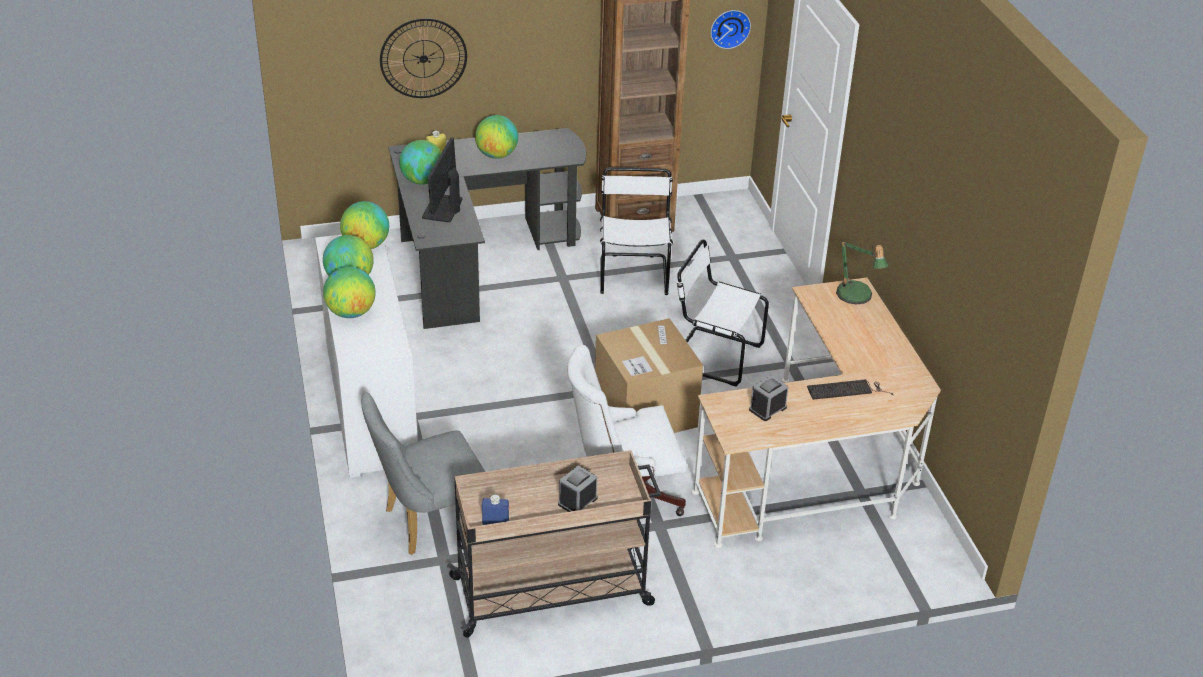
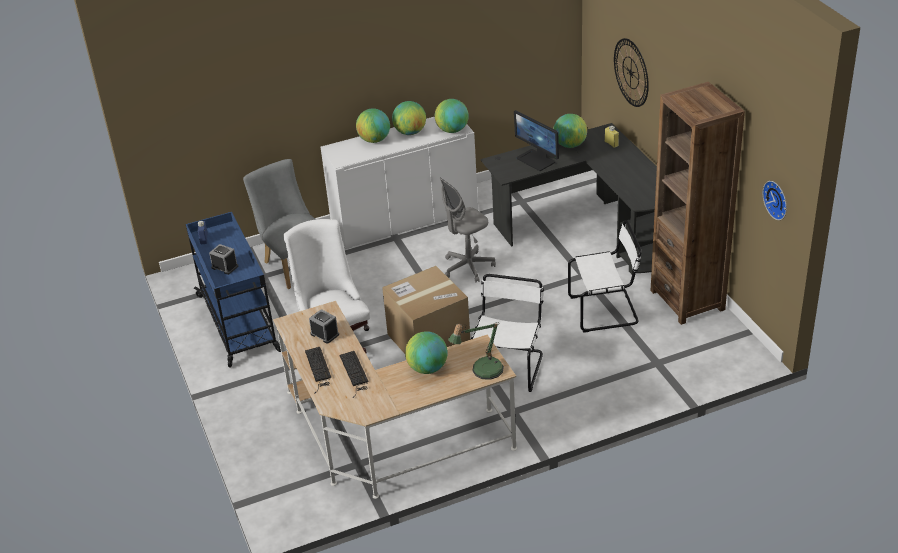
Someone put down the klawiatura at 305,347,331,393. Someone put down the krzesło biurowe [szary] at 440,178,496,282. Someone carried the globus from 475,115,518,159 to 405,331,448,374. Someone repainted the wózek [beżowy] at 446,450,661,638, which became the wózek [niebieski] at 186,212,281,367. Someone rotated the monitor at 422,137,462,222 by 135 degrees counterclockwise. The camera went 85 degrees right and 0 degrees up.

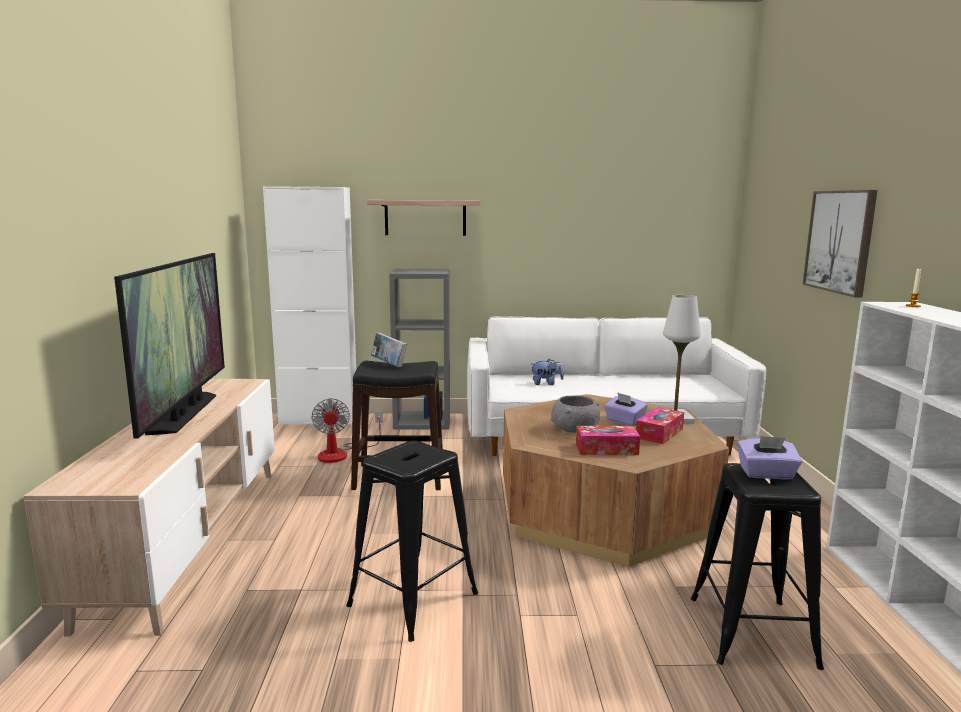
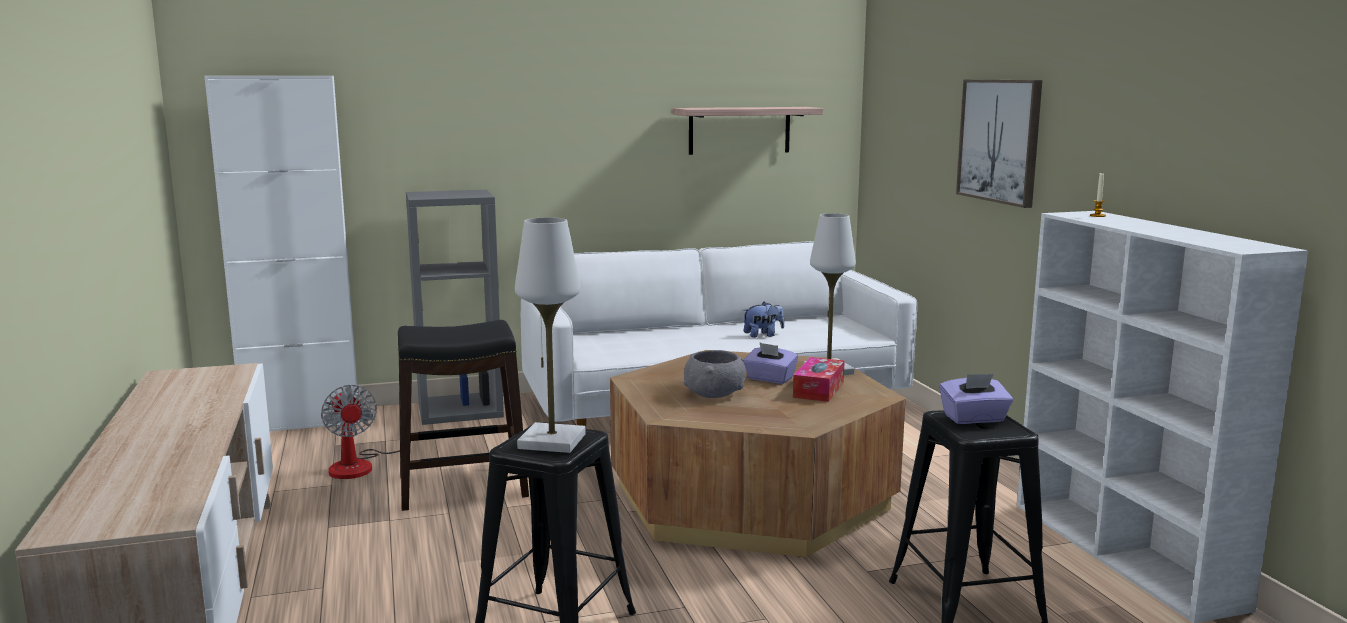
Someone took away the telewizor at 114,253,225,438. Someone took away the książka at 371,333,408,367. Someone took away the pudełko chusteczek at 576,426,640,455. Someone put down the lampa stołowa [biały] at 515,217,586,453. Someone carried the półka from 367,200,480,236 to 672,107,824,155. Someone carried the pluszak from 531,359,564,385 to 743,302,784,338. The camera went 15 degrees left and 0 degrees up.

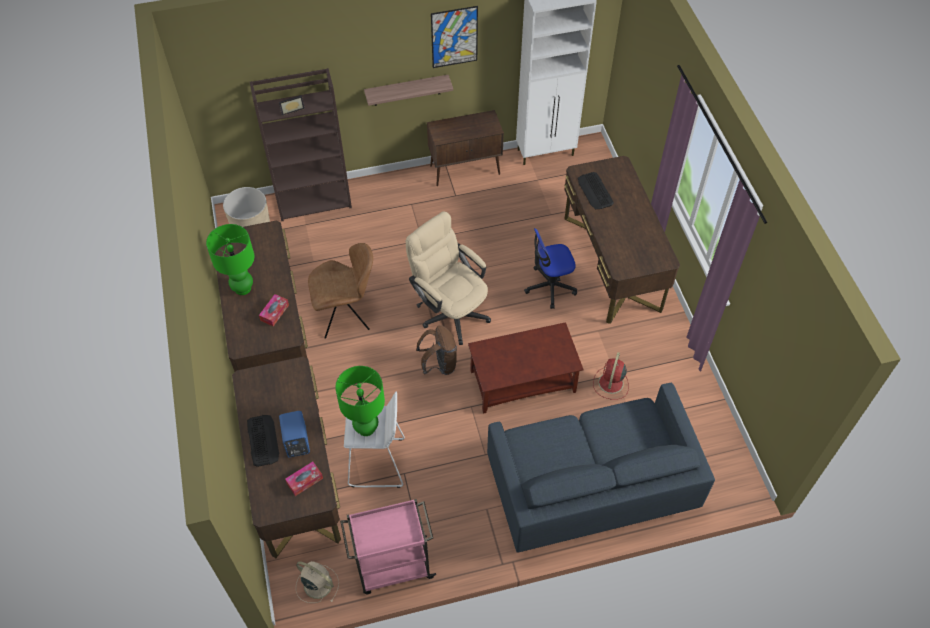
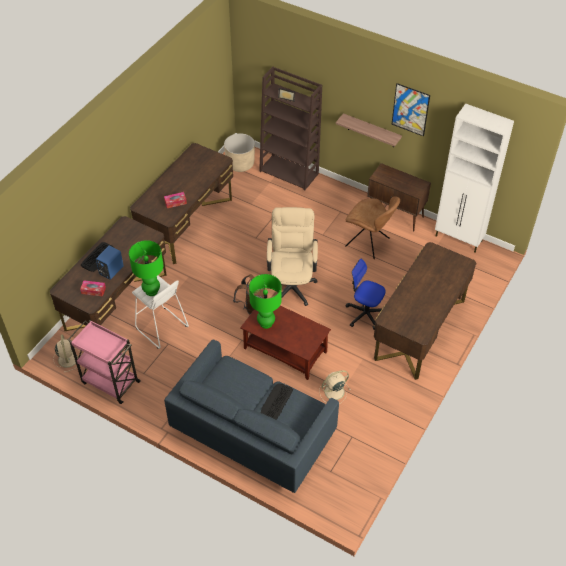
Someone carried the lampa stołowa [zielony] from 206,224,255,295 to 249,274,282,329. Someone carried the krzesło [brązowy] from 308,243,373,339 to 345,196,400,259. Someone carried the klawiatura from 578,172,614,209 to 261,383,293,420. Someone repainted the wentylator [czerwony] at 593,352,629,400, which became the wentylator [beżowy] at 319,370,351,404. The camera went 45 degrees right and 5 degrees down.

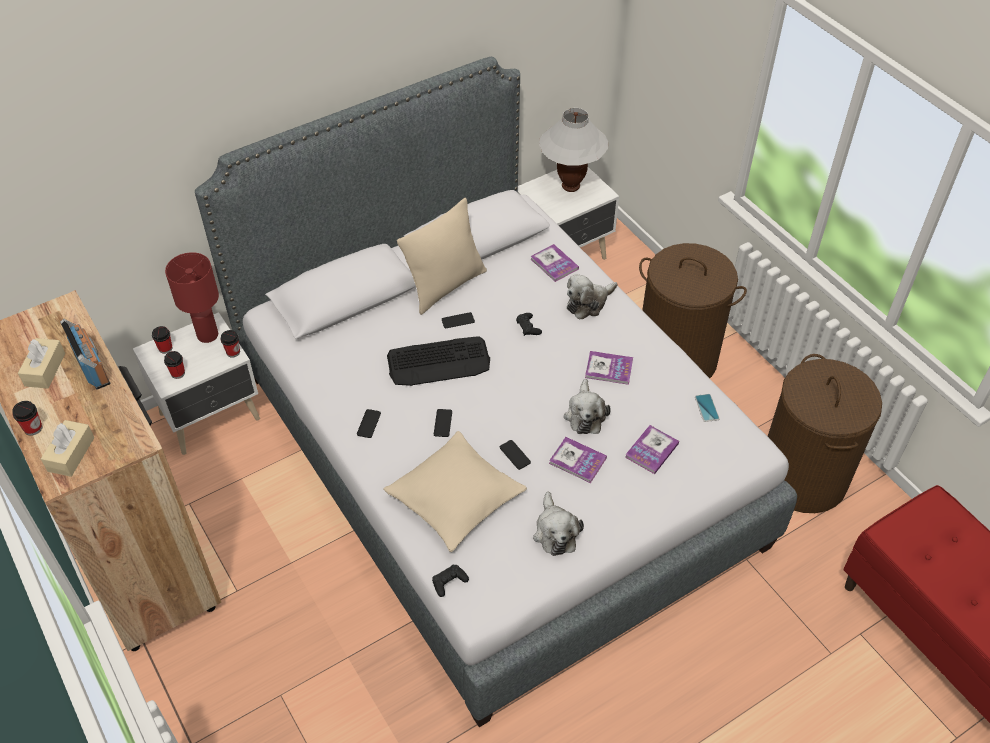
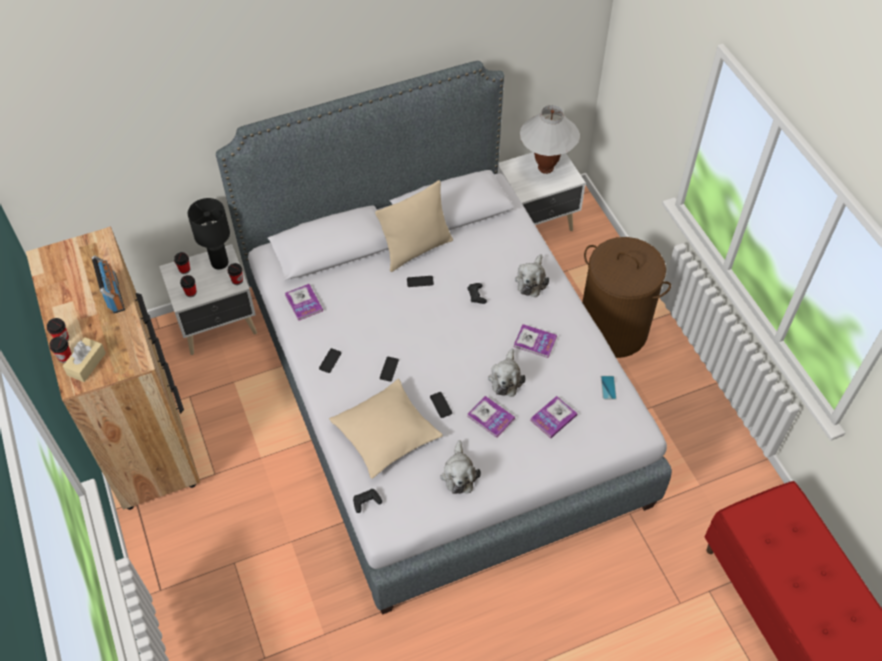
Someone took away the pudełko chusteczek [beżowy] at 18,338,65,389. Someone took away the klawiatura at 387,336,490,386. Someone took away the kosz na pranie [brązowy] at 768,354,882,513. Someone put down the filiżanka at 50,336,72,363. Someone carried the książka from 531,244,579,282 to 285,284,323,321. Someone repainted the lampa stołowa [czerwony] at 165,252,219,343, which became the lampa stołowa [czarny] at 188,198,230,270. Someone rotated the pluszak at 567,274,617,320 by 45 degrees counterclockwise. The camera went 10 degrees right and 5 degrees up.

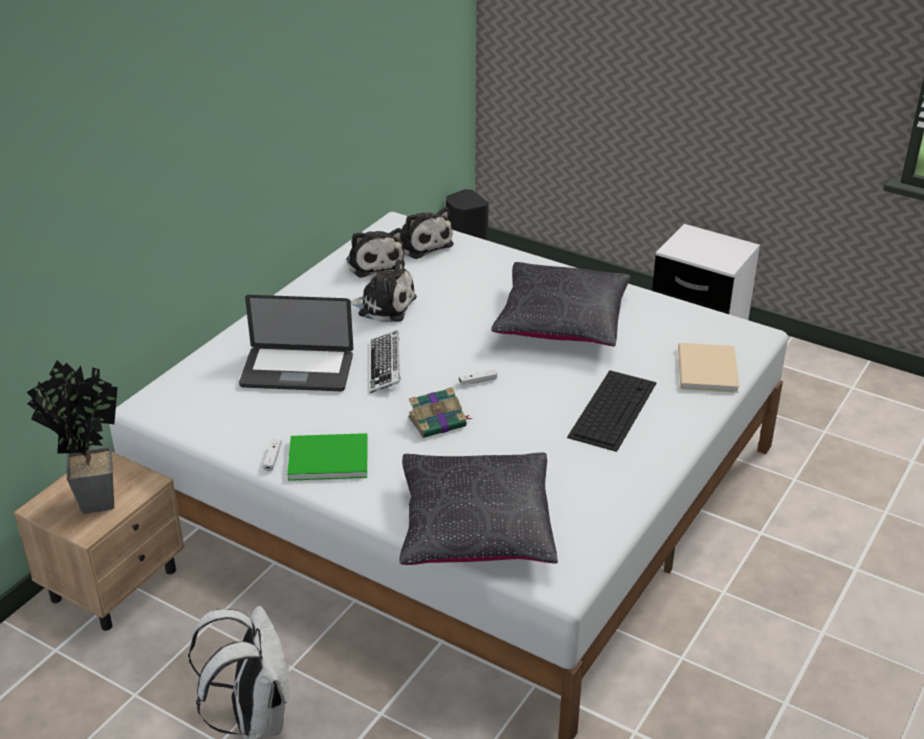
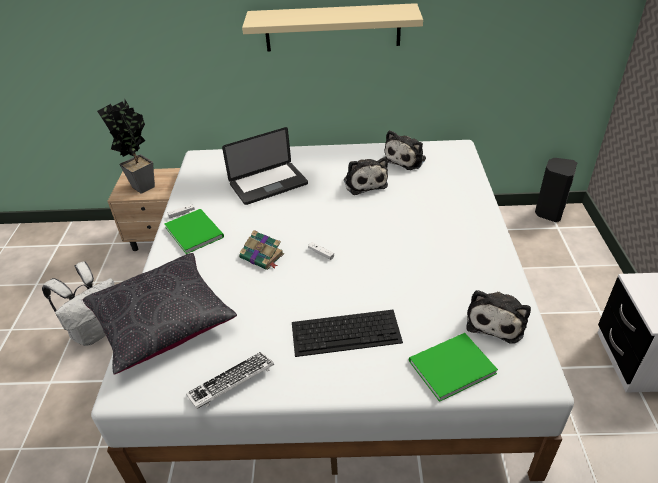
Someone took away the poduszka [czarny] at 491,262,630,346. Someone put up the półka [beżowy] at 242,3,423,52. Someone carried the klawiatura from 370,330,401,393 to 186,352,274,409. Someone carried the pluszak from 402,207,454,259 to 466,290,531,344. Someone repainted the książka [beżowy] at 678,343,739,393, which became the książka [zielony] at 409,333,498,402. Someone rotated the laptop at 239,295,353,391 by 90 degrees counterclockwise. The camera went 60 degrees right and 5 degrees up.

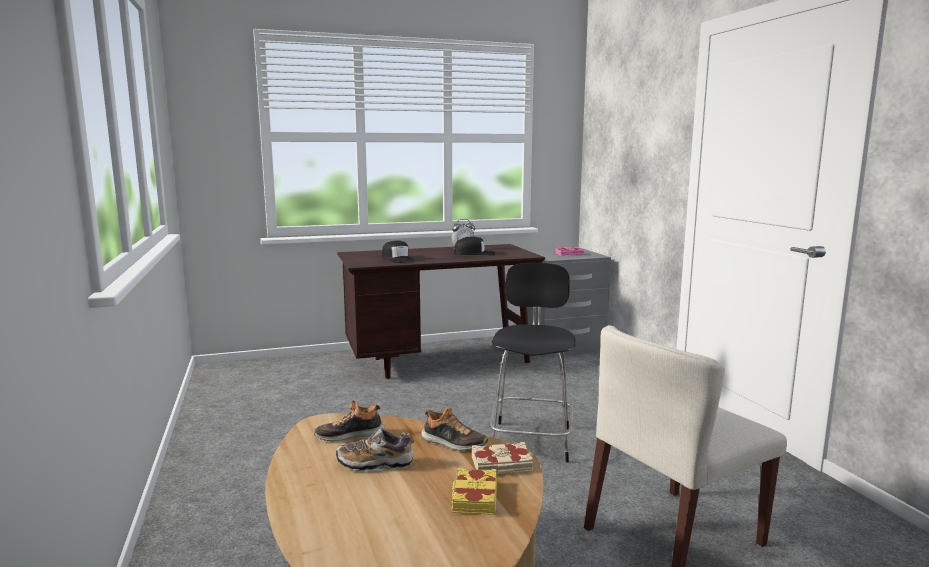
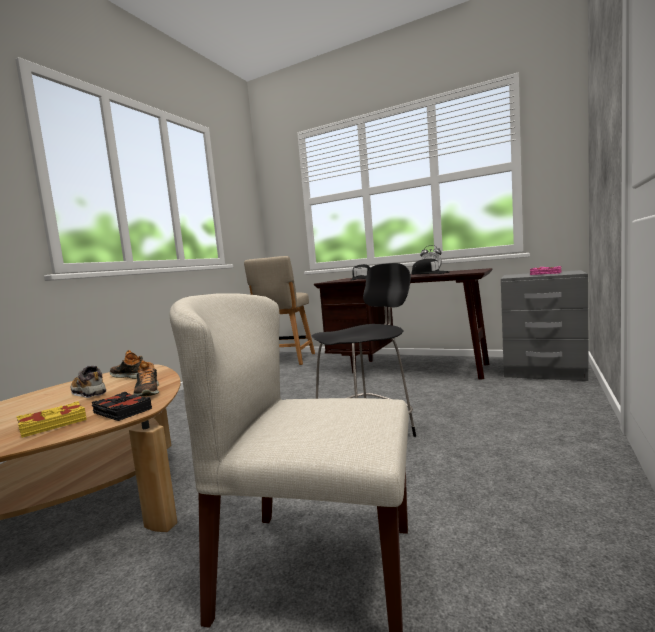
Someone put down the krzesło [beżowy] at 244,256,315,365. Someone repainted the książka [beżowy] at 472,442,533,474, which became the książka [czarny] at 92,392,152,421. The camera went 45 degrees right and 5 degrees down.

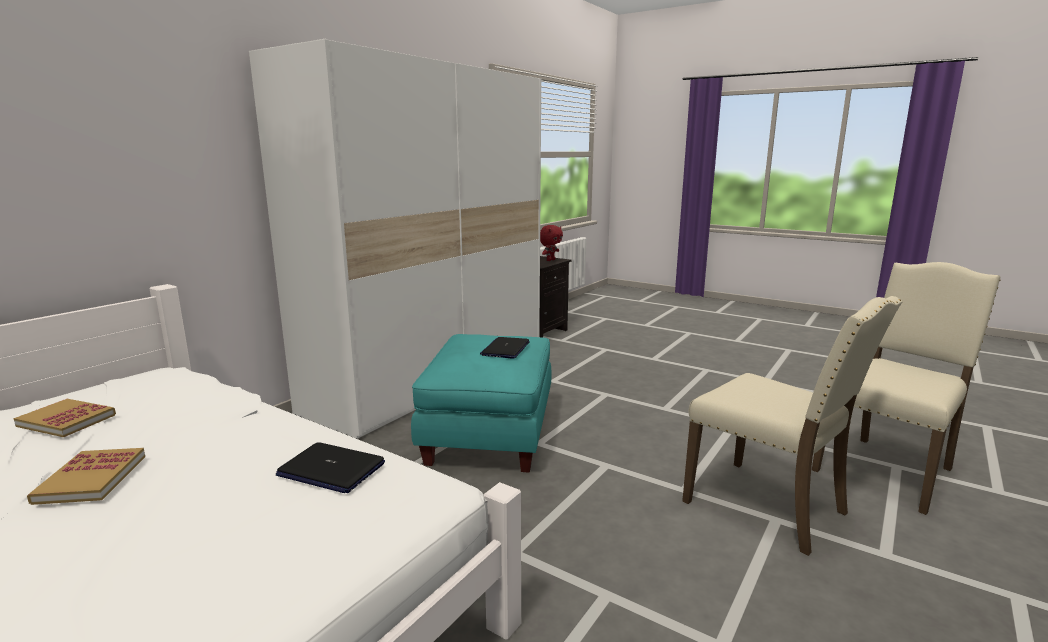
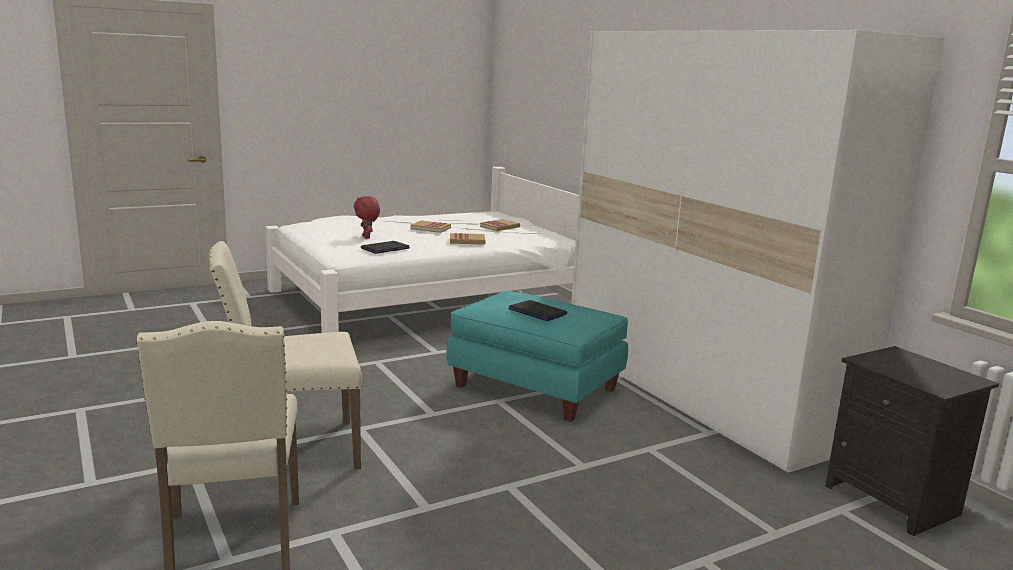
Someone put down the książka at 450,233,485,245. Someone carried the pluszak [czerwony] from 540,225,563,261 to 354,196,380,239. The camera went 115 degrees right and 0 degrees up.

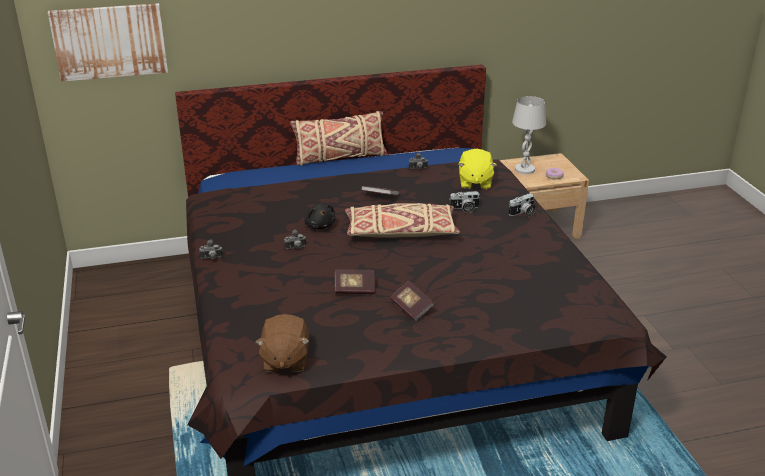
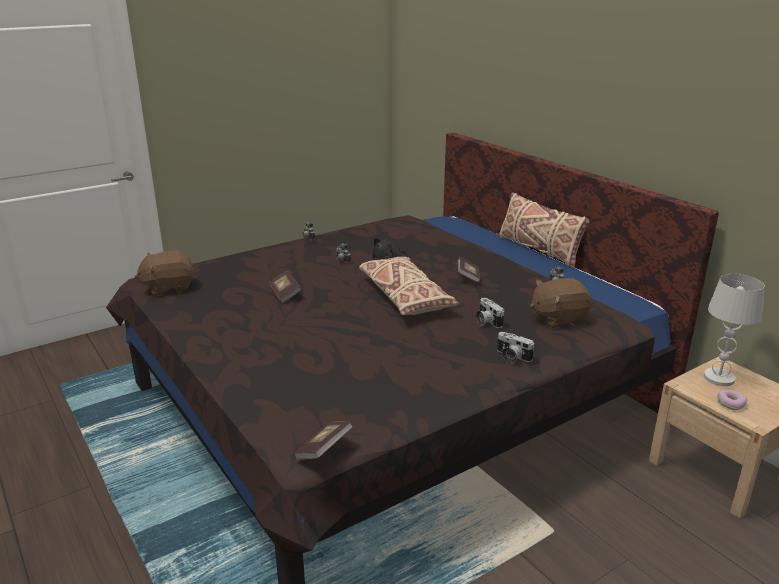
Someone took away the obraz at 48,3,168,82. Someone carried the książka from 390,281,434,321 to 294,421,354,459. Someone repainted the pluszak [żółty] at 458,149,497,189, which became the pluszak [brązowy] at 530,278,592,329. The camera went 70 degrees right and 5 degrees down.

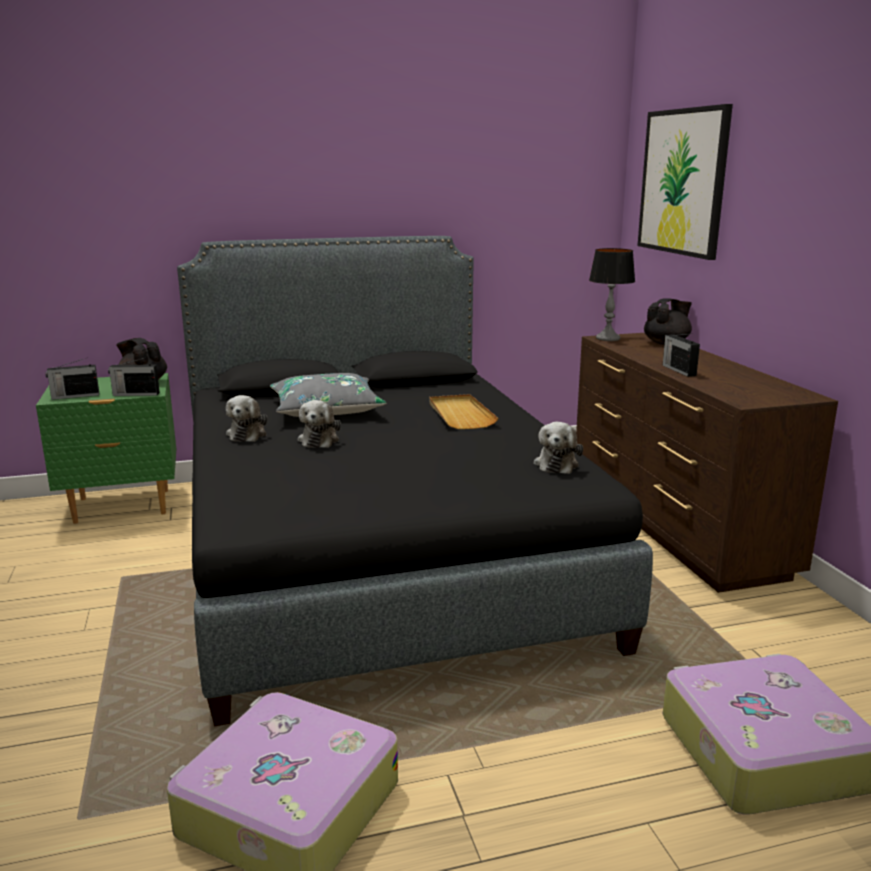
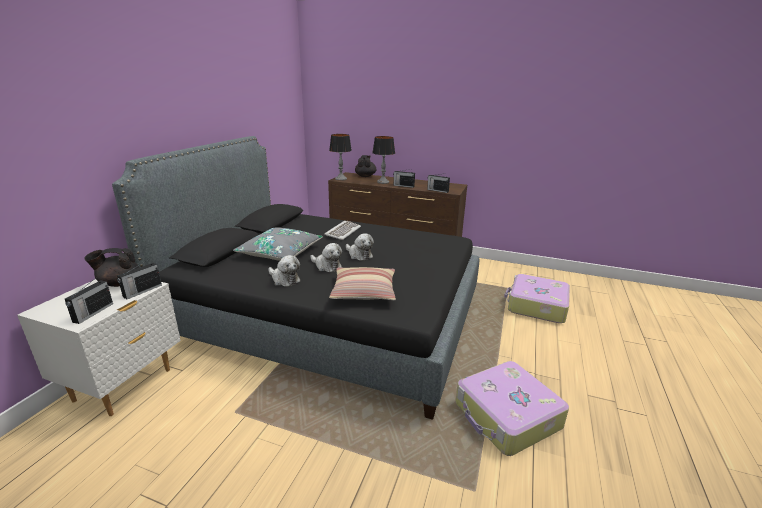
Someone took away the obraz at 637,104,733,260. Someone put down the poduszka at 329,267,396,300. Someone put down the lampa stołowa at 372,136,395,184. Someone put down the radio at 427,173,450,193. Someone carried the pluszak from 534,422,583,474 to 346,233,374,261. Someone swapped the taca [beżowy] at 429,394,498,429 for the klawiatura at 324,221,361,240. Someone repainted the szafka nocna [zielony] at 36,373,176,524, which became the szafka nocna [biały] at 17,279,181,416. The camera went 55 degrees left and 5 degrees up.

